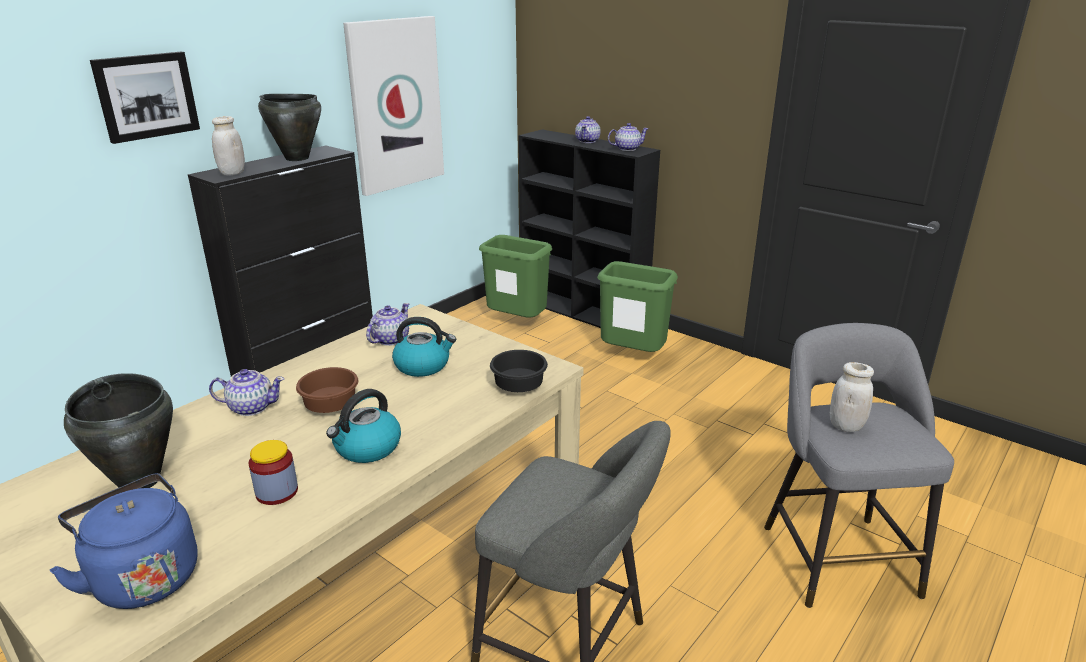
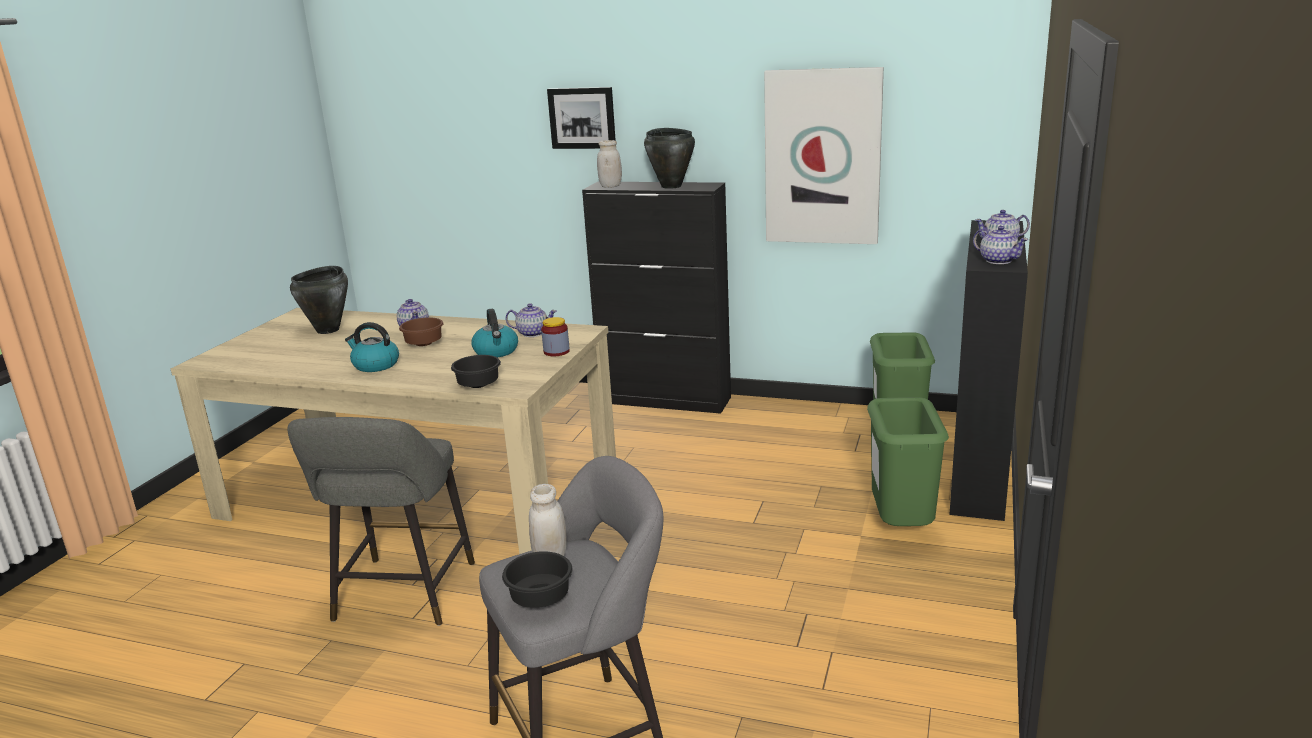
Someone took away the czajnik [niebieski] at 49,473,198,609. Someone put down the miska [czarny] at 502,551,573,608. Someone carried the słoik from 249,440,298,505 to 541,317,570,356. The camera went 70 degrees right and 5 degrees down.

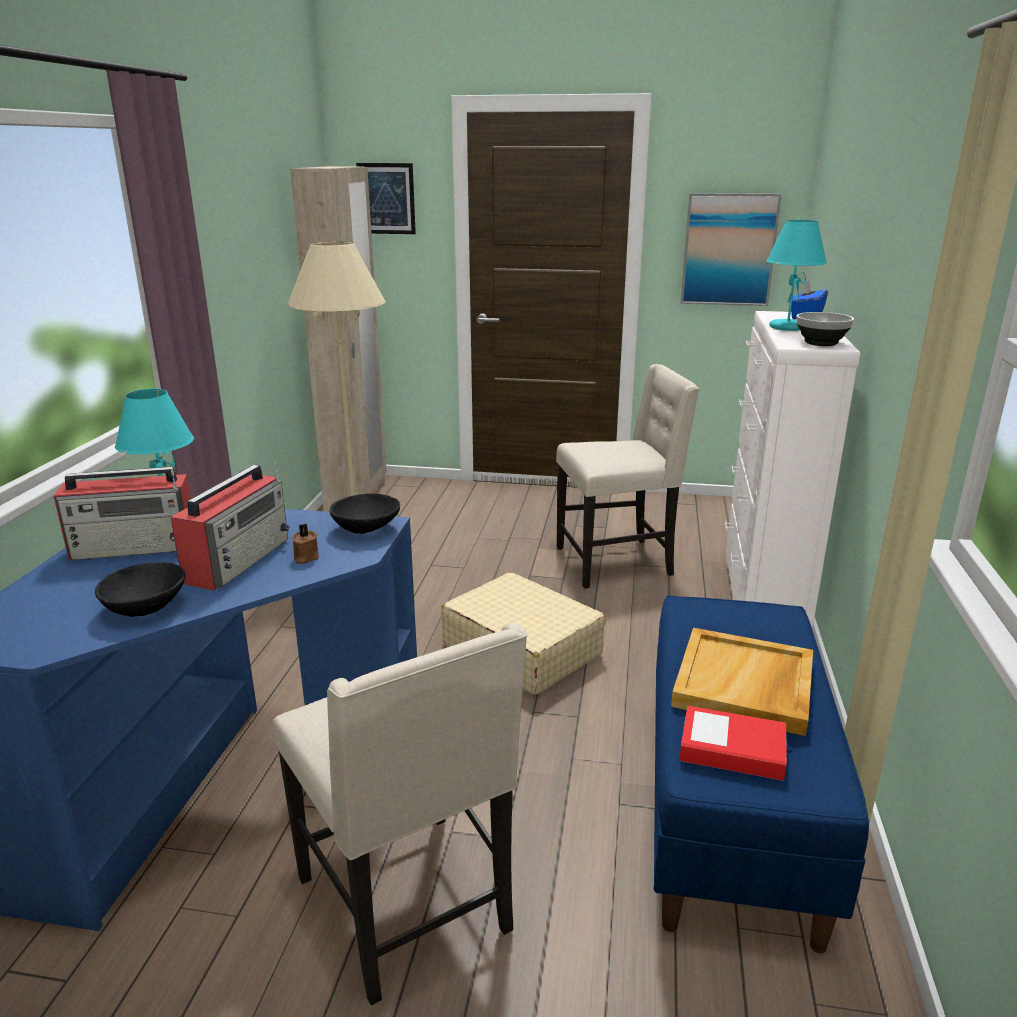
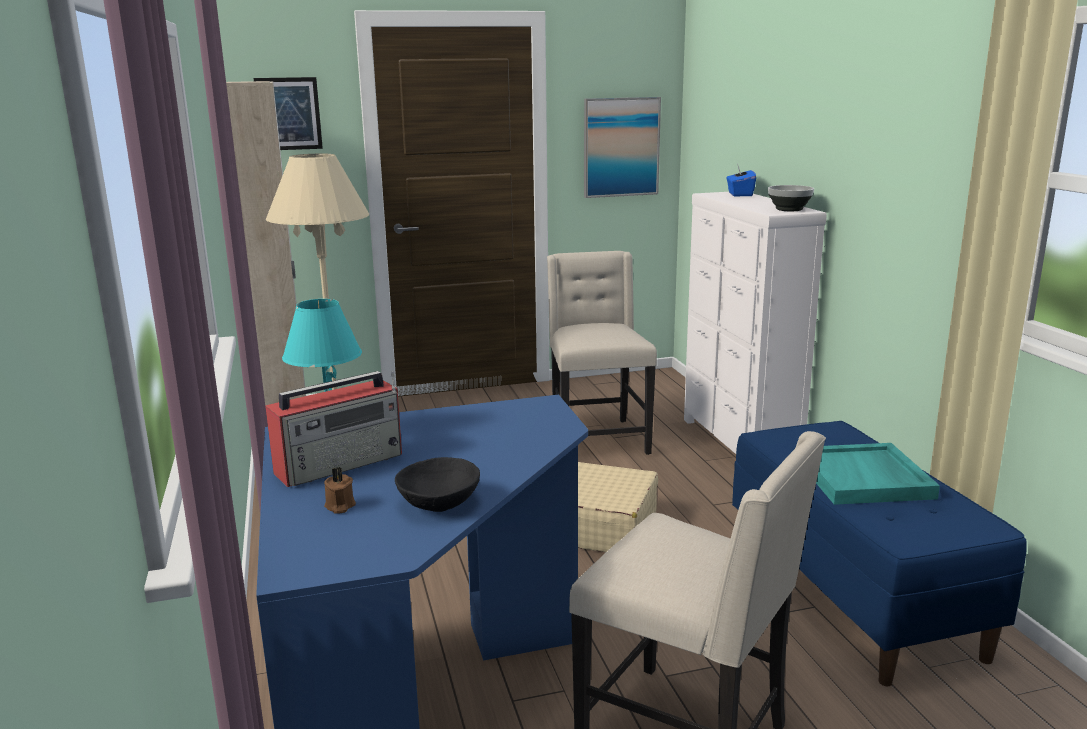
Someone took away the radio at 171,461,290,590. Someone took away the miska [czarny] at 329,493,400,534. Someone took away the książka at 679,706,787,781. Someone took away the lampa stołowa [turkusowy] at 766,220,827,331. Someone carried the świeca [brązowy] from 292,524,319,564 to 324,467,356,514. Someone repainted the taca [beżowy] at 671,628,813,736, which became the taca [turkusowy] at 816,443,940,505. Someone rotated the krzesło [beżowy] at 556,364,699,588 by 60 degrees counterclockwise. The camera went 25 degrees left and 5 degrees down.

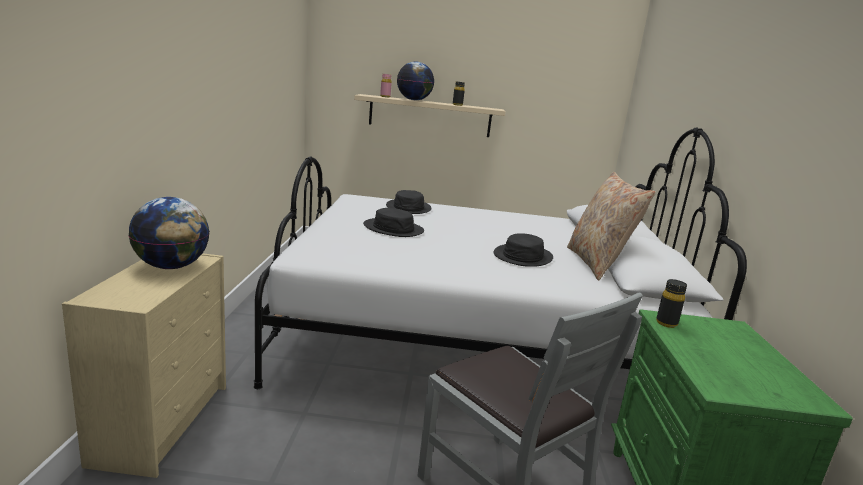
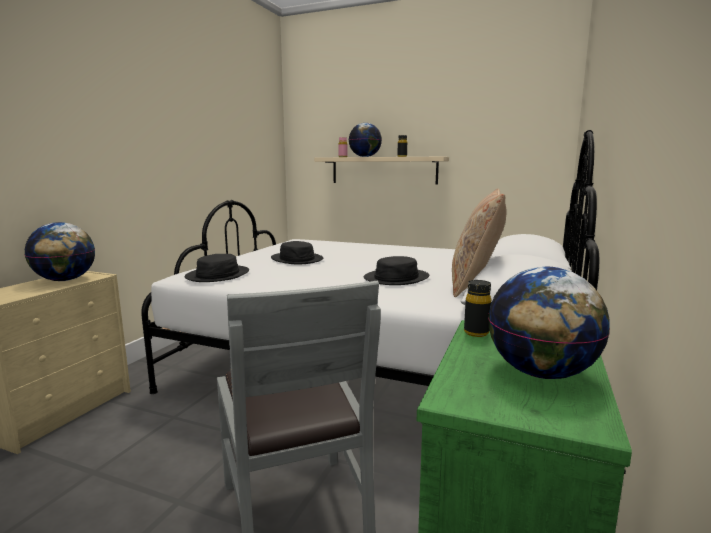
Someone put down the globus at 488,267,610,379. Someone carried the kapelusz [czarny] from 386,190,432,214 to 184,254,249,282. The camera went 20 degrees right and 5 degrees down.

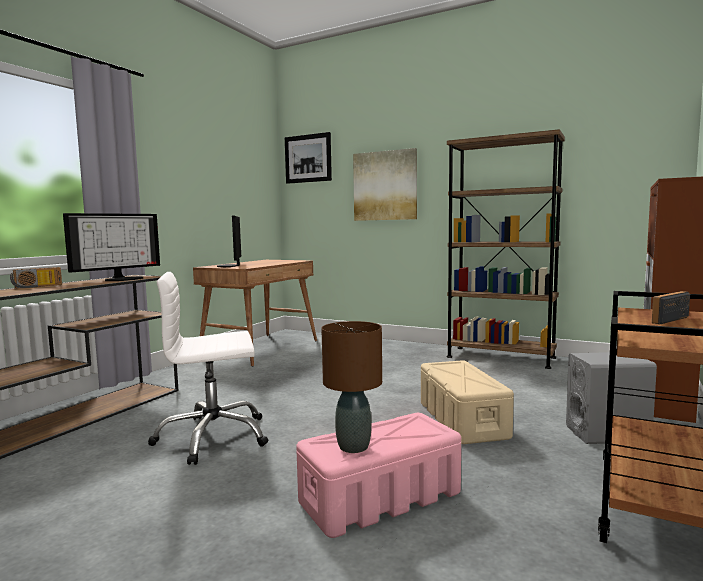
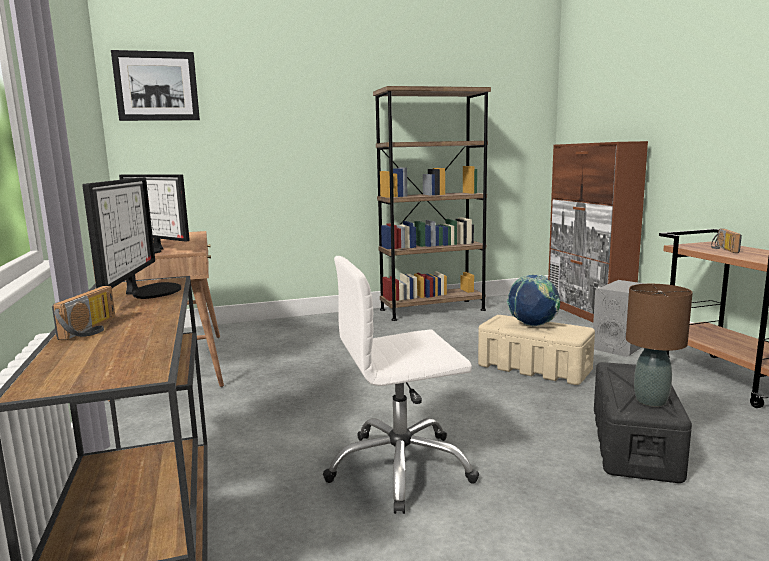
Someone took away the obraz at 353,148,417,221. Someone put down the globus at 507,274,560,326. Someone repainted the pojemnik do przechowywania [różowy] at 296,413,461,538, which became the pojemnik do przechowywania [czarny] at 594,362,692,483. Someone rotated the krzesło biurowe [biały] at 148,272,268,465 by 45 degrees clockwise. The camera went 45 degrees left and 5 degrees up.

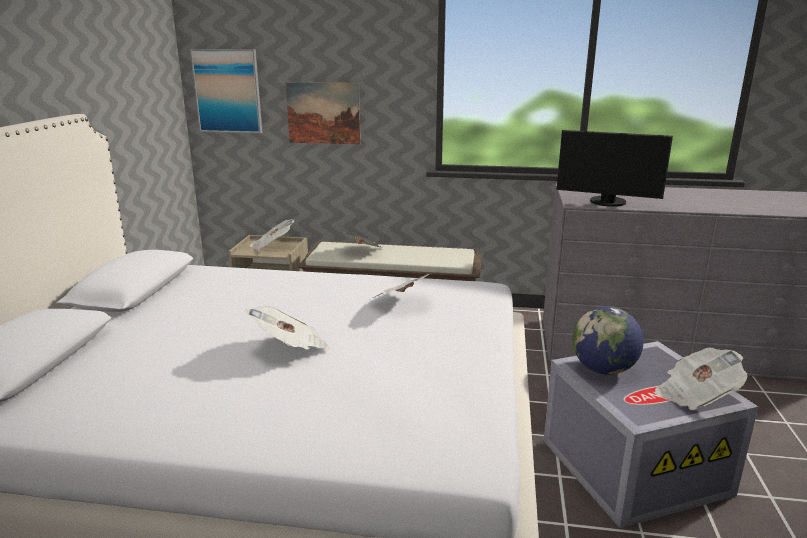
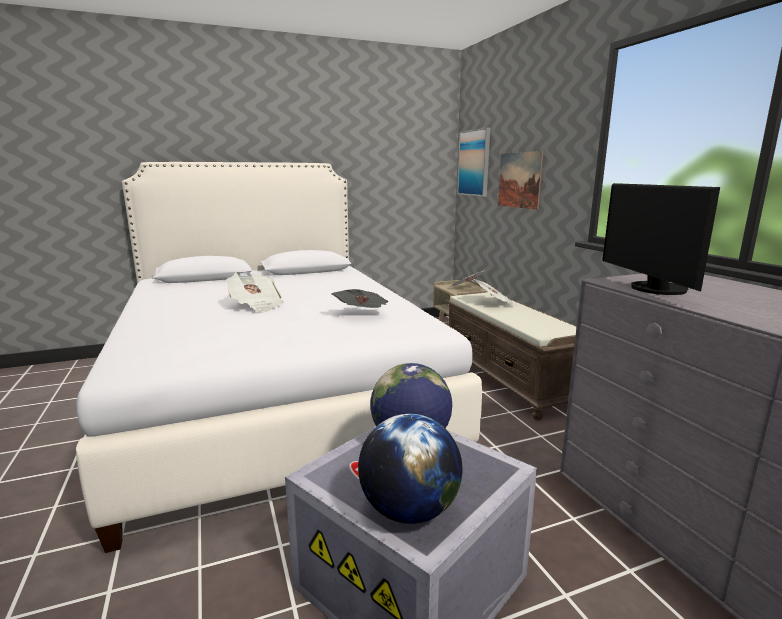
Someone swapped the gazeta at 655,347,747,410 for the globus at 358,414,463,524. The camera went 60 degrees right and 5 degrees down.

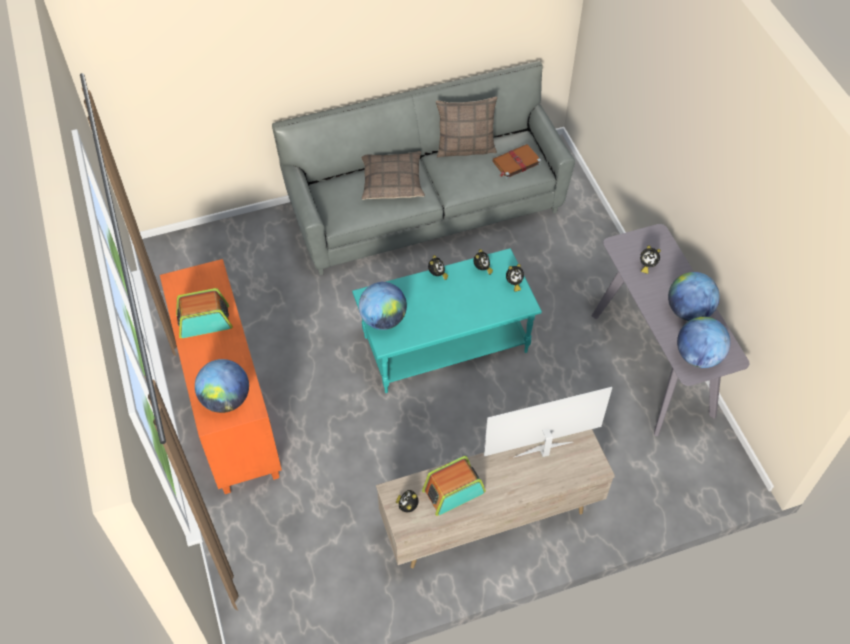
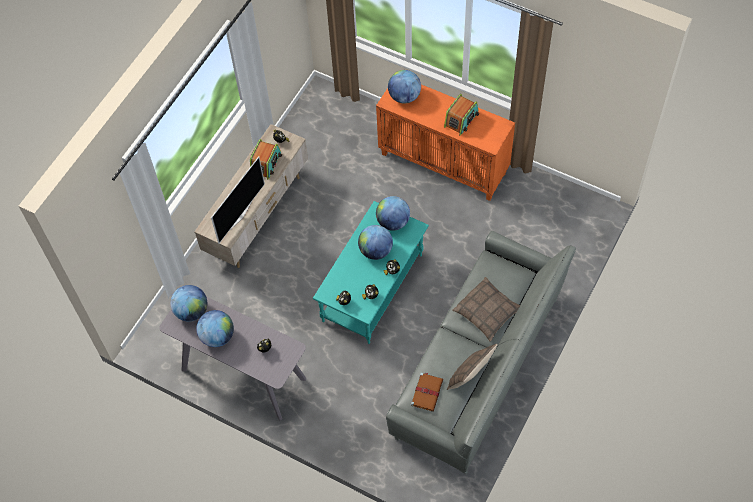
Someone put down the globus at 358,225,393,260. The camera went 140 degrees right and 5 degrees up.

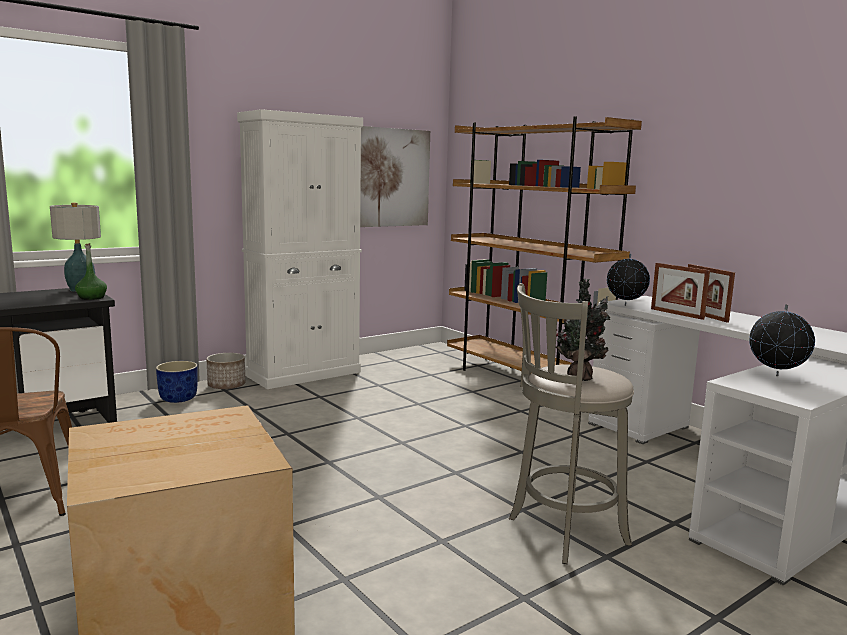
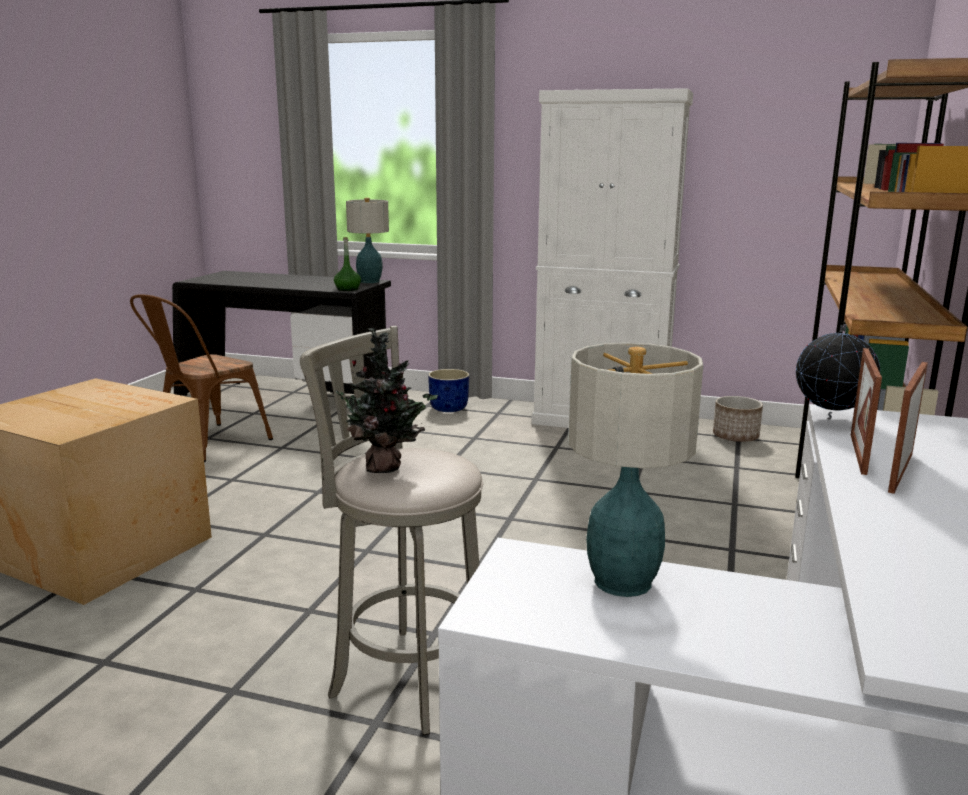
Someone took away the obraz at 360,126,430,227. Someone carried the donica from 206,353,245,389 to 713,396,763,442. Someone swapped the globus at 749,304,815,376 for the lampa stołowa at 568,342,703,597. The camera went 55 degrees right and 5 degrees up.

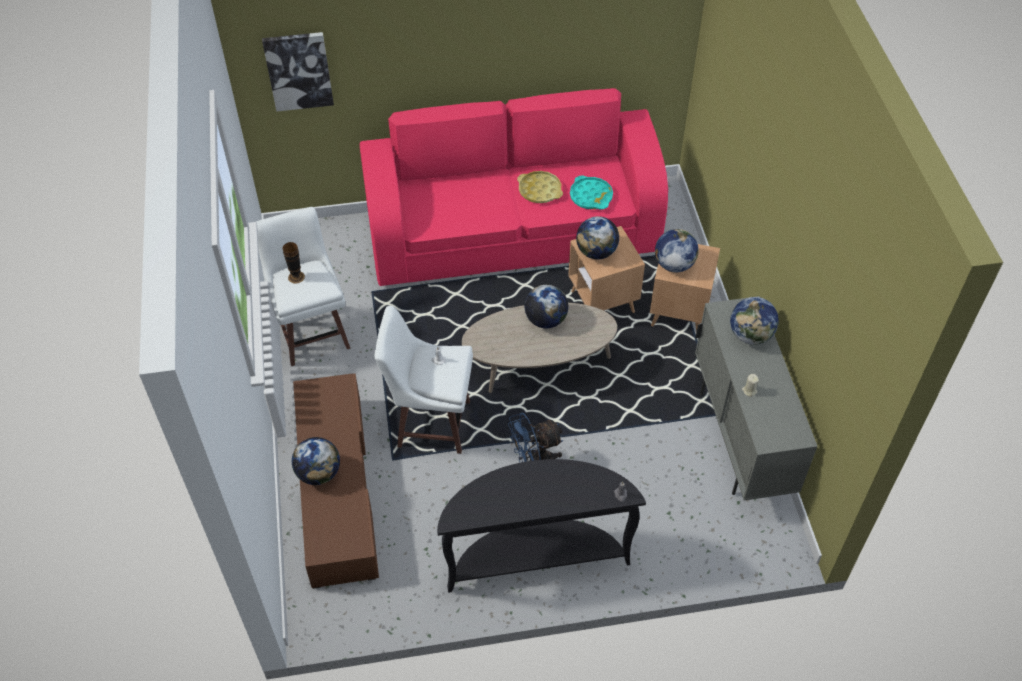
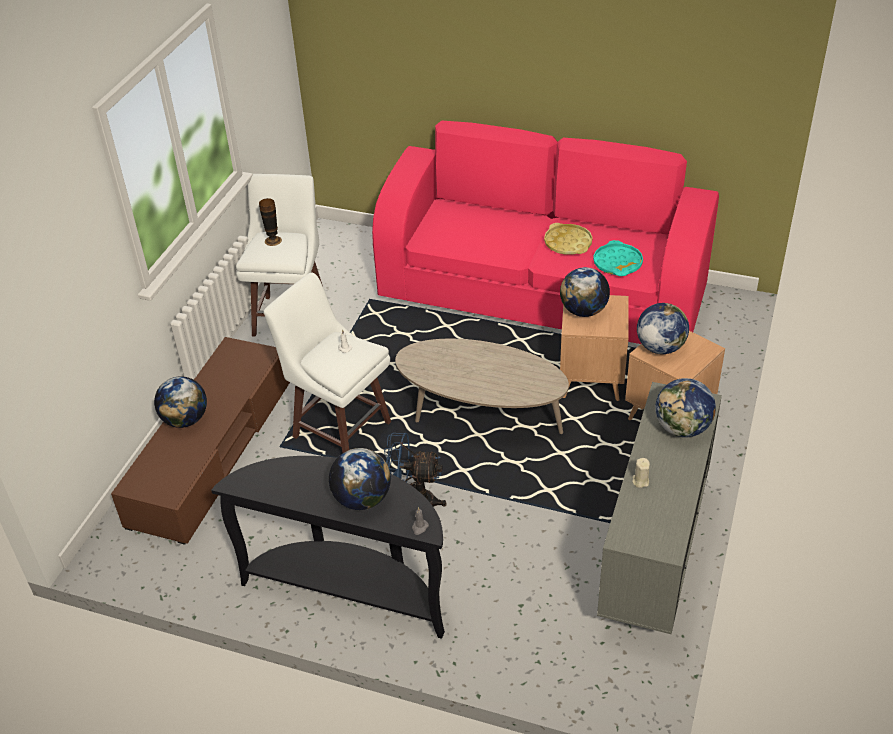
Someone took away the obraz at 262,32,334,112. Someone carried the globus from 525,285,568,328 to 329,448,391,510. The camera went 30 degrees right and 10 degrees down.

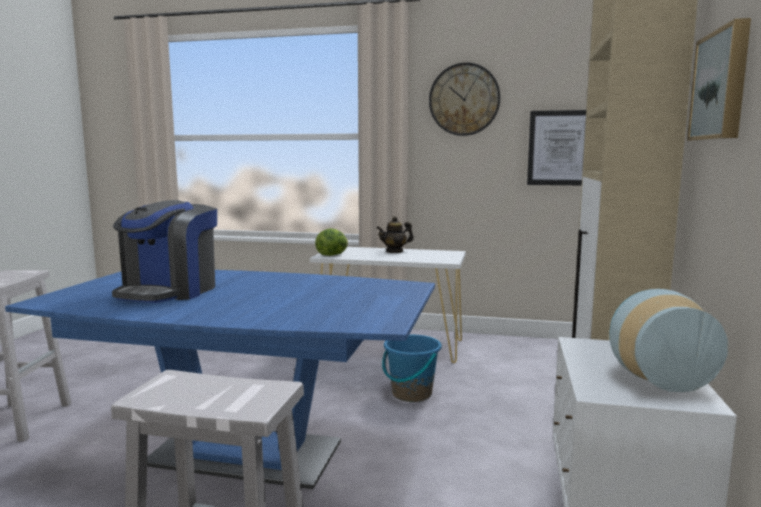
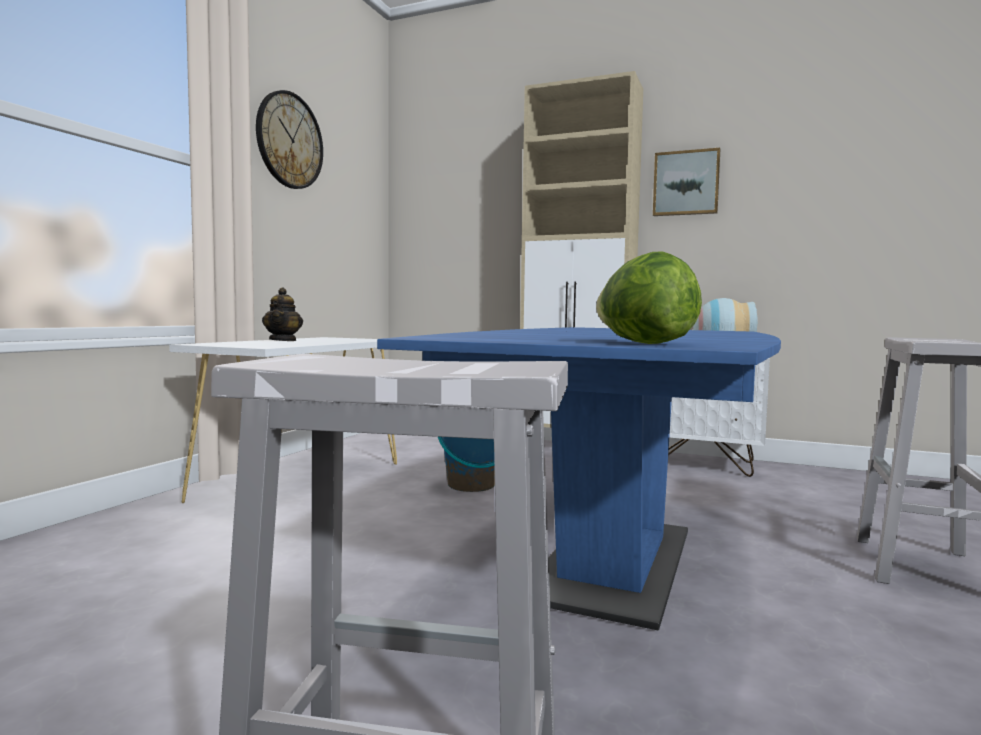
Someone took away the ekspres do kawy at 112,200,217,303. Someone took away the obraz at 527,110,586,185. Someone carried the sałata from 315,228,348,256 to 596,251,702,344. The camera went 80 degrees left and 5 degrees down.

